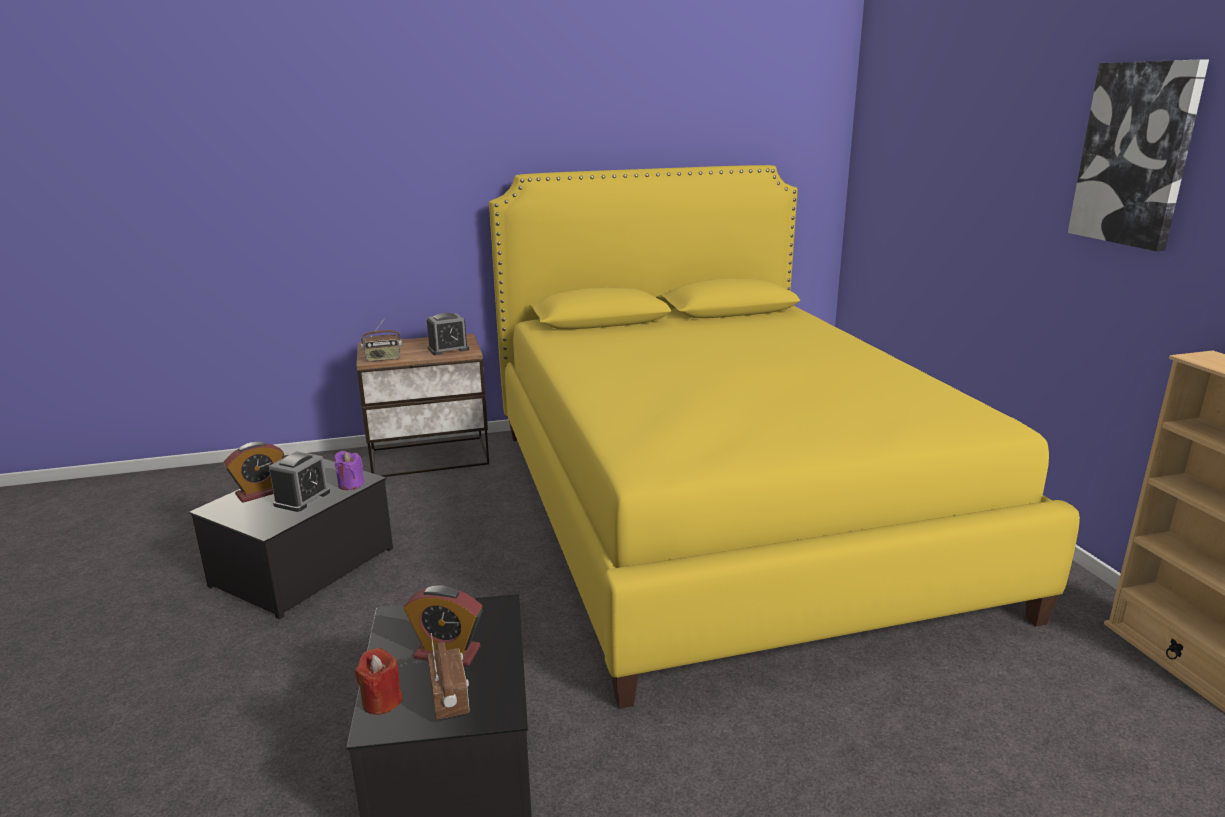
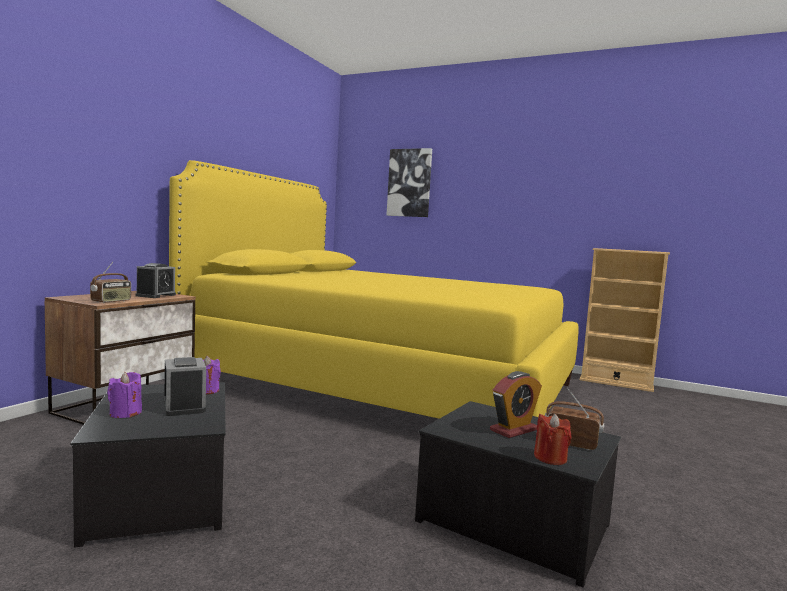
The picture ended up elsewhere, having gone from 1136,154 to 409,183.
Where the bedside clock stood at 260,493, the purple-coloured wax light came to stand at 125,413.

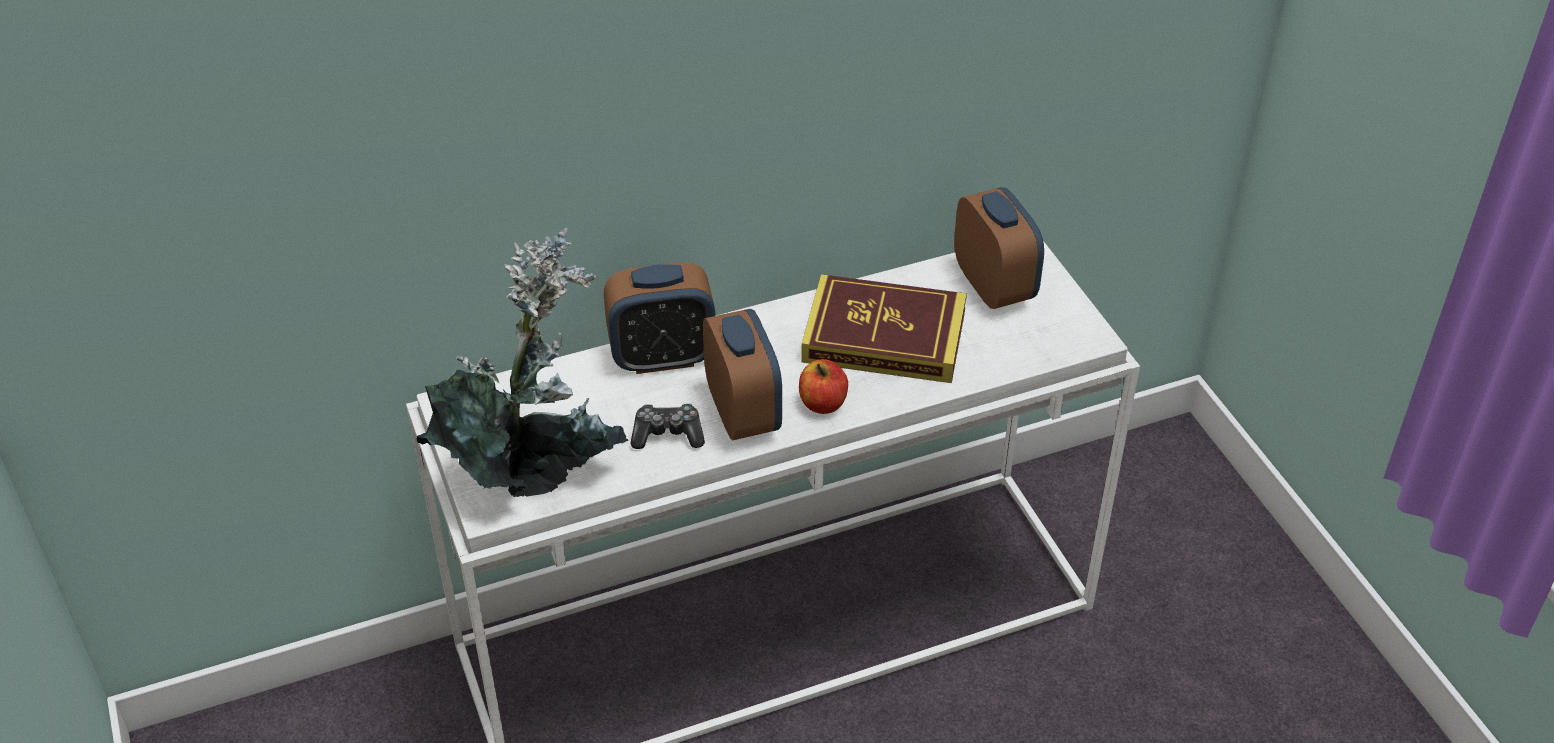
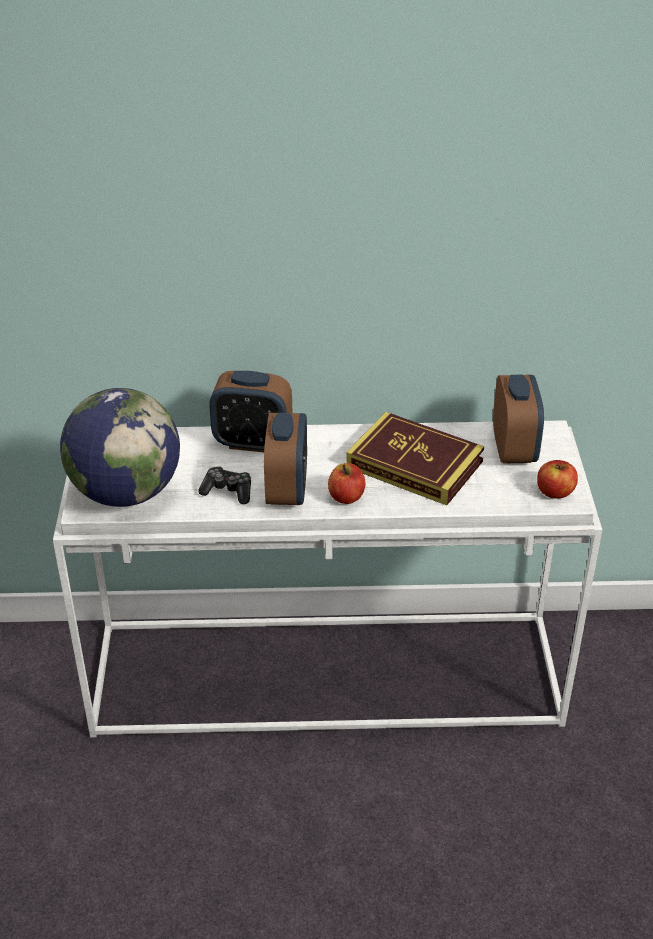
The second view gained the whole apple at 555,492.
Where the potted plant stood at 533,471, the desk globe came to stand at 126,492.

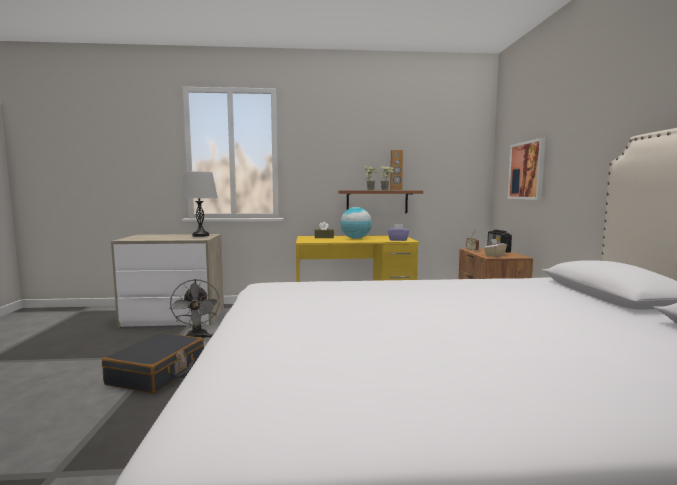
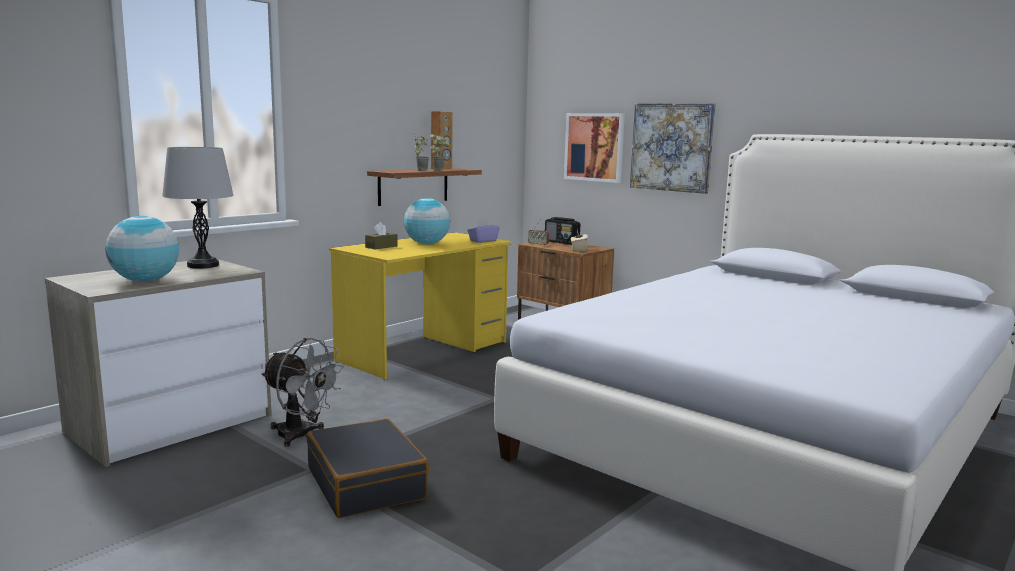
The second view gained the desk globe at 146,281.
The second view gained the picture at 671,147.

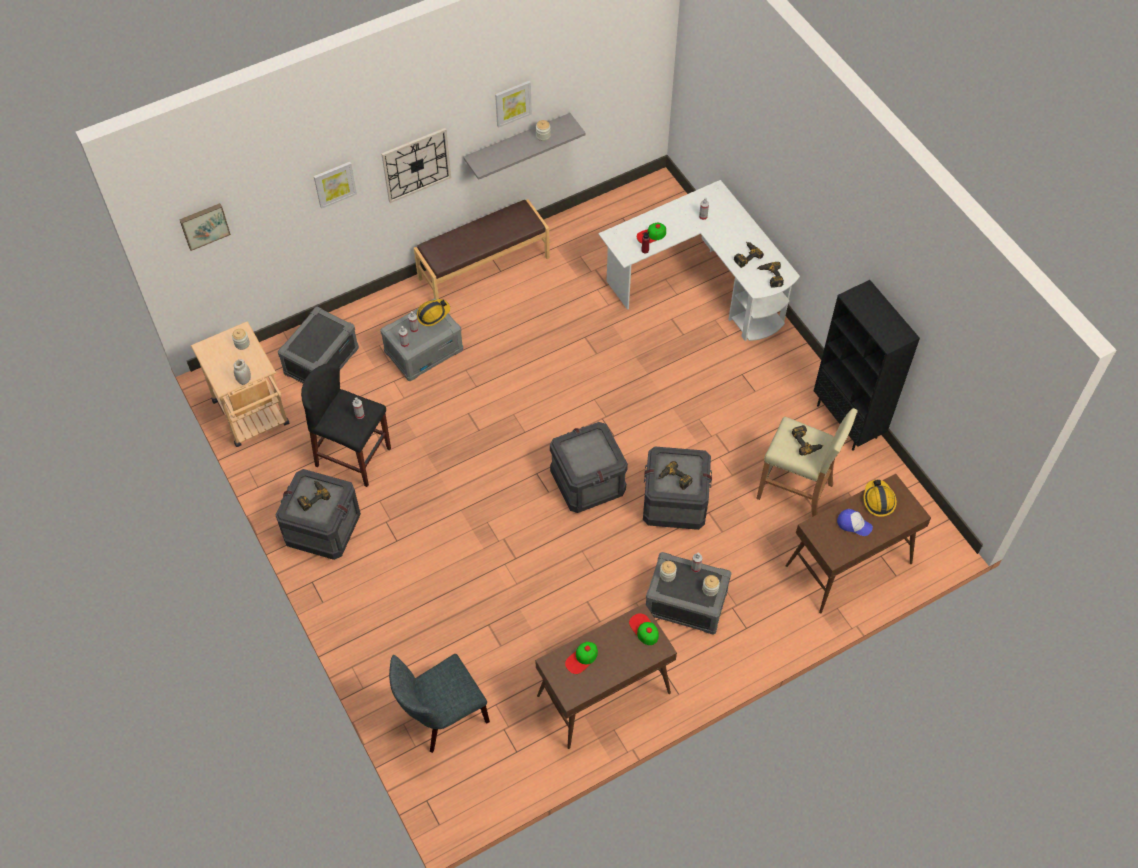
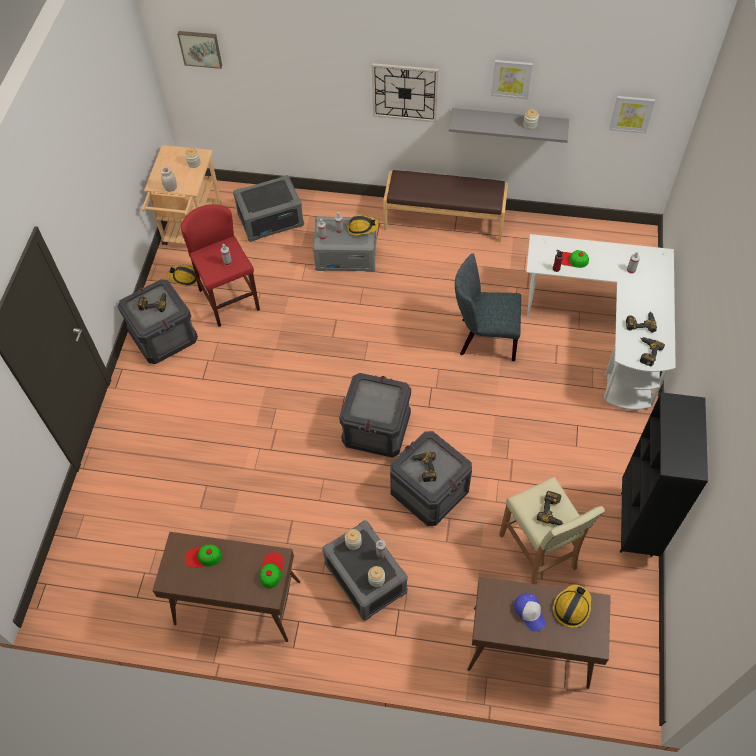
The second view gained the work helmet at 184,277.
The picture ended up elsewhere, having gone from 334,184 to 631,114.
The greyish chair ended up elsewhere, having gone from 441,717 to 483,338.
What was the blackish stool at 353,457 turned into the red stool at 229,300.

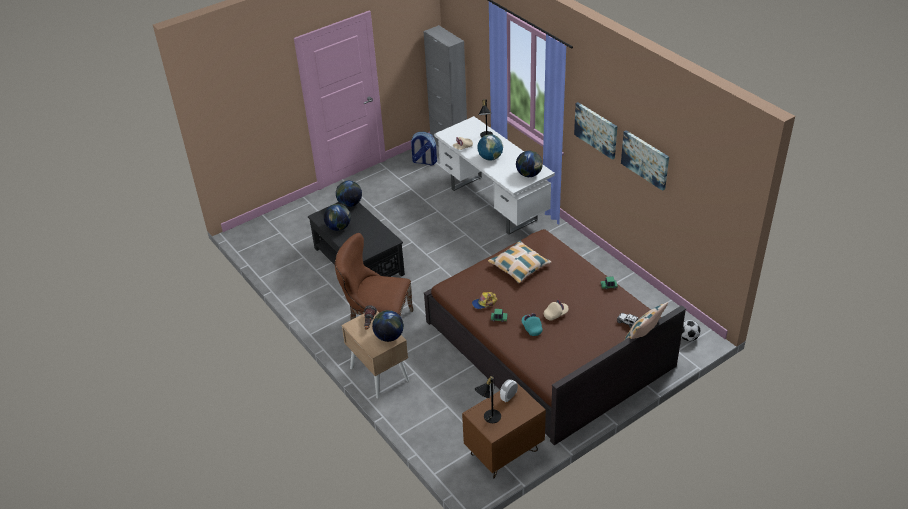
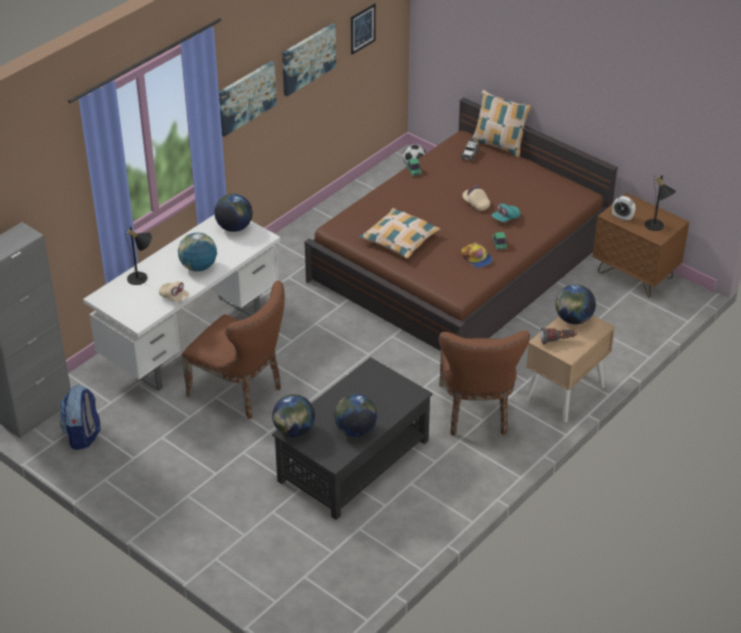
The second view gained the brown chair at 241,391.
The second view gained the picture at 362,28.

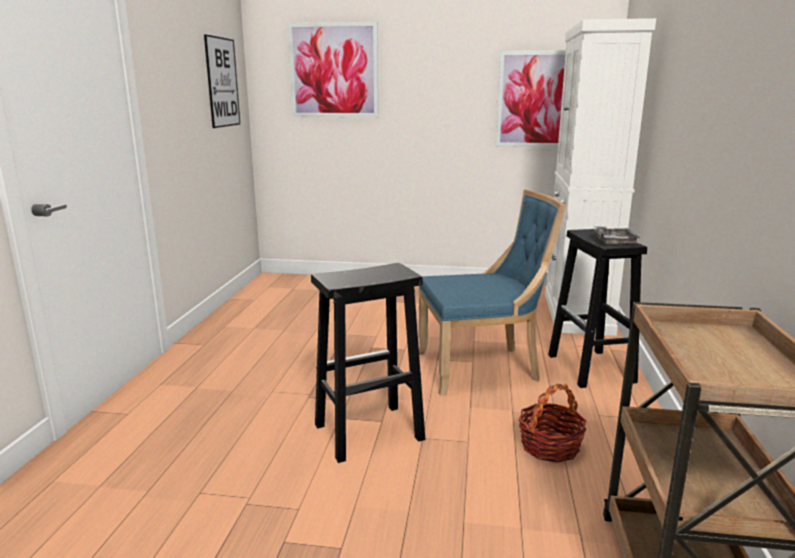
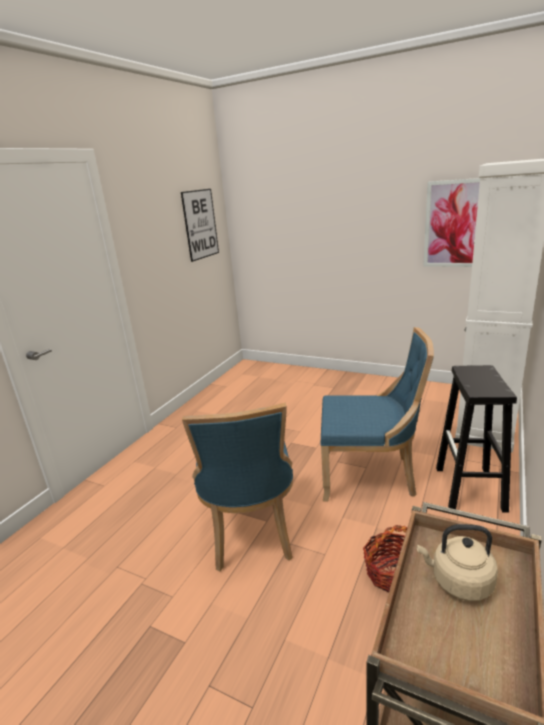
The second view lost the picture at 333,70.
The second view lost the greyish carrying tray at 613,241.
The second view gained the beige tea kettle at 458,582.
Where the blackish stool stood at 367,433, the bluish chair came to stand at 251,531.

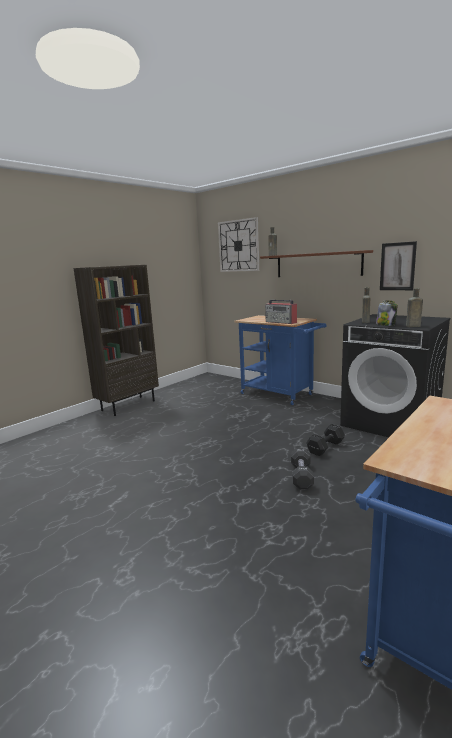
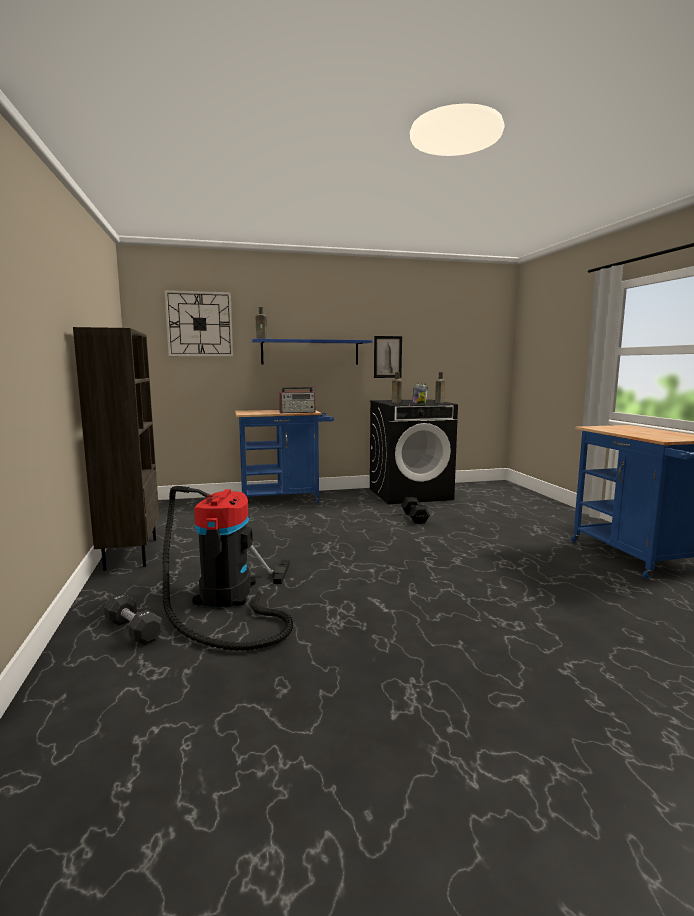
The second view gained the hoover at 225,597.
The blackish hand weight ended up elsewhere, having gone from 301,476 to 133,630.
What was the brown shelf at 317,264 turned into the bluish shelf at 310,352.

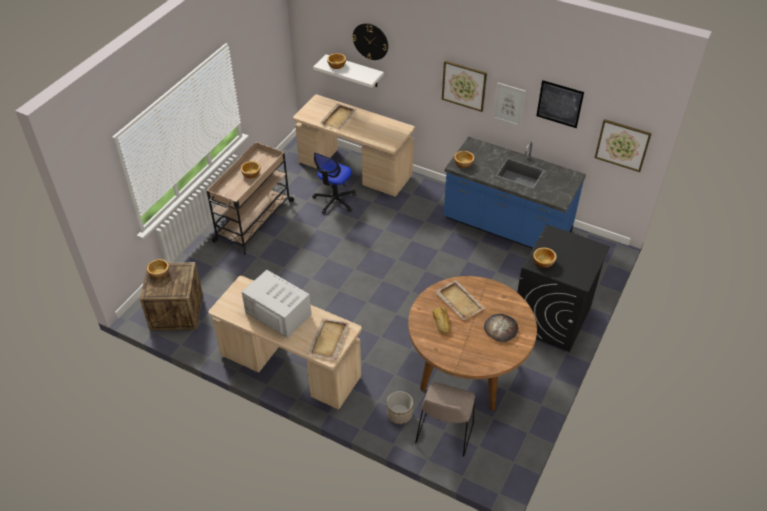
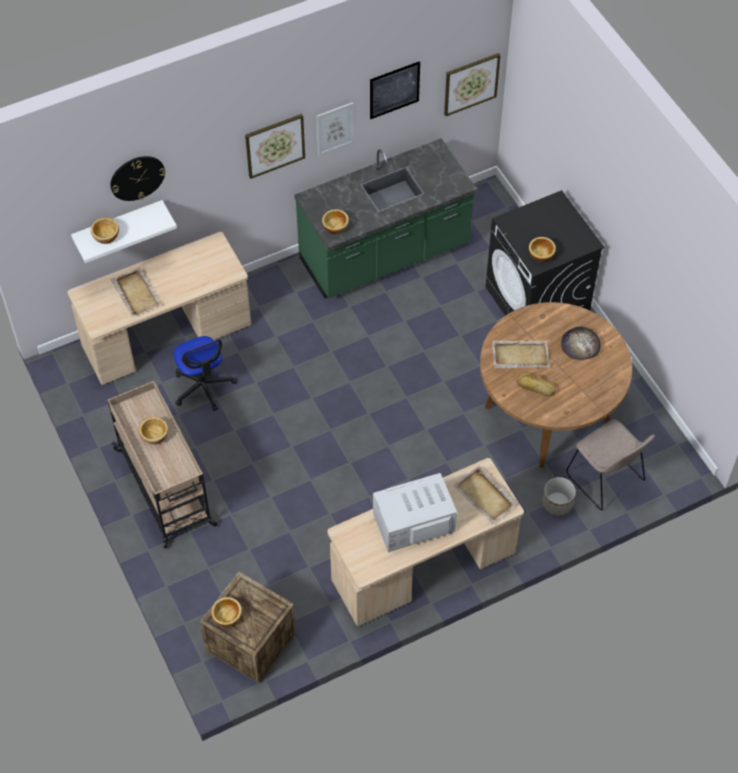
What was the bluish counter at 506,226 turned into the greenish counter at 385,254.

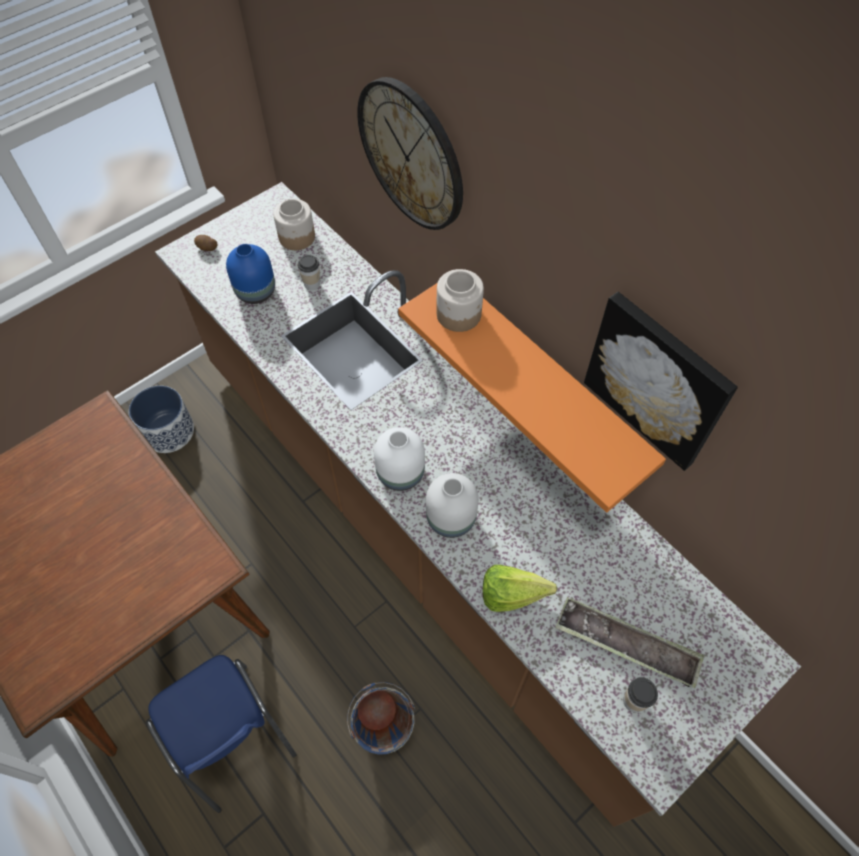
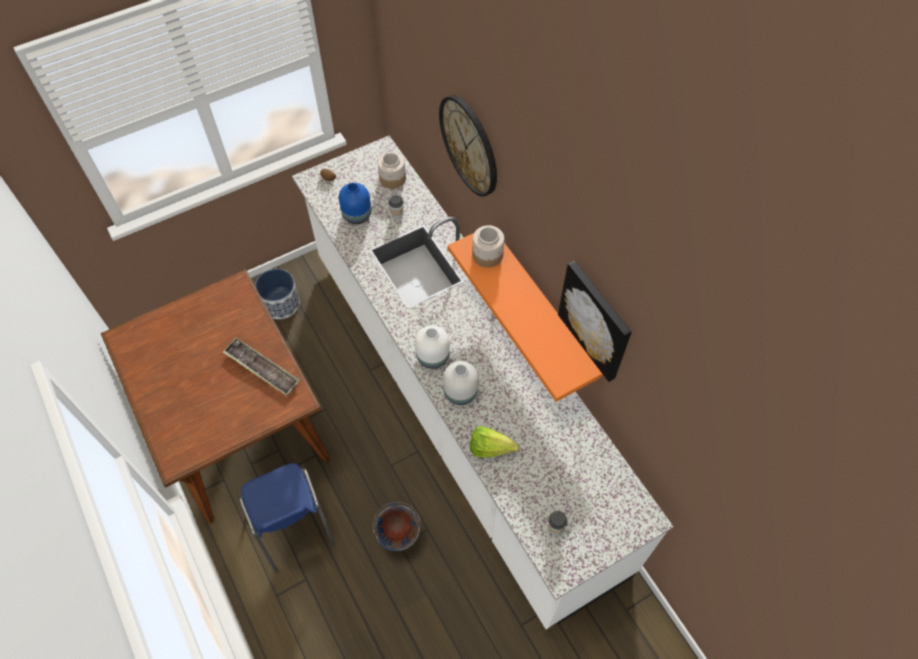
The carrying tray ended up elsewhere, having gone from 626,645 to 262,369.
What was the brown counter at 429,530 turned into the white-coloured counter at 458,405.

